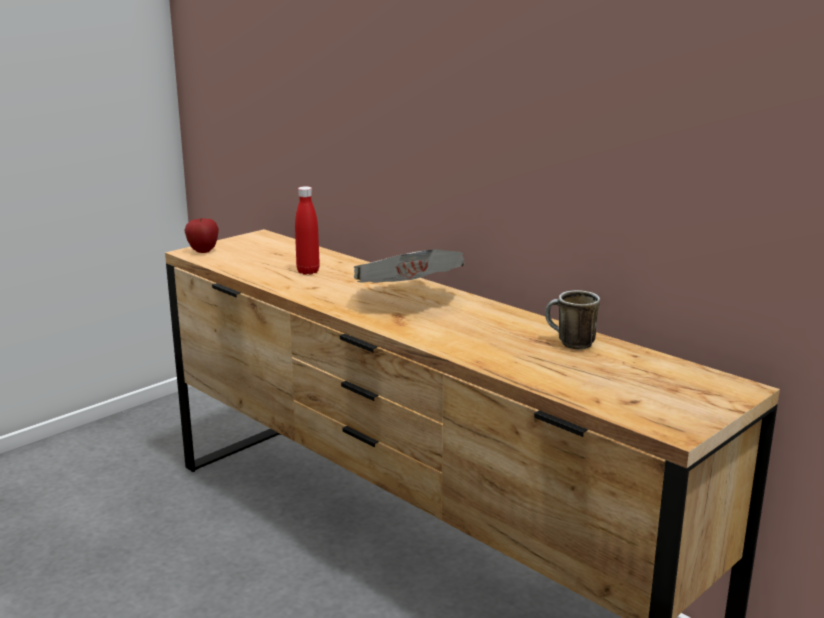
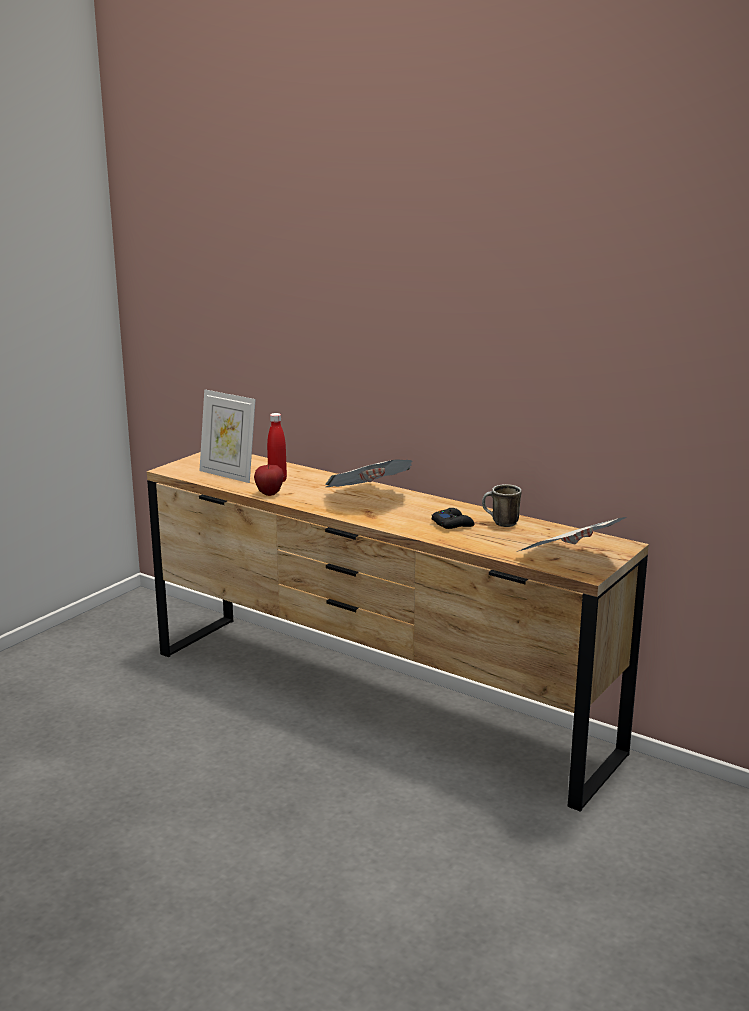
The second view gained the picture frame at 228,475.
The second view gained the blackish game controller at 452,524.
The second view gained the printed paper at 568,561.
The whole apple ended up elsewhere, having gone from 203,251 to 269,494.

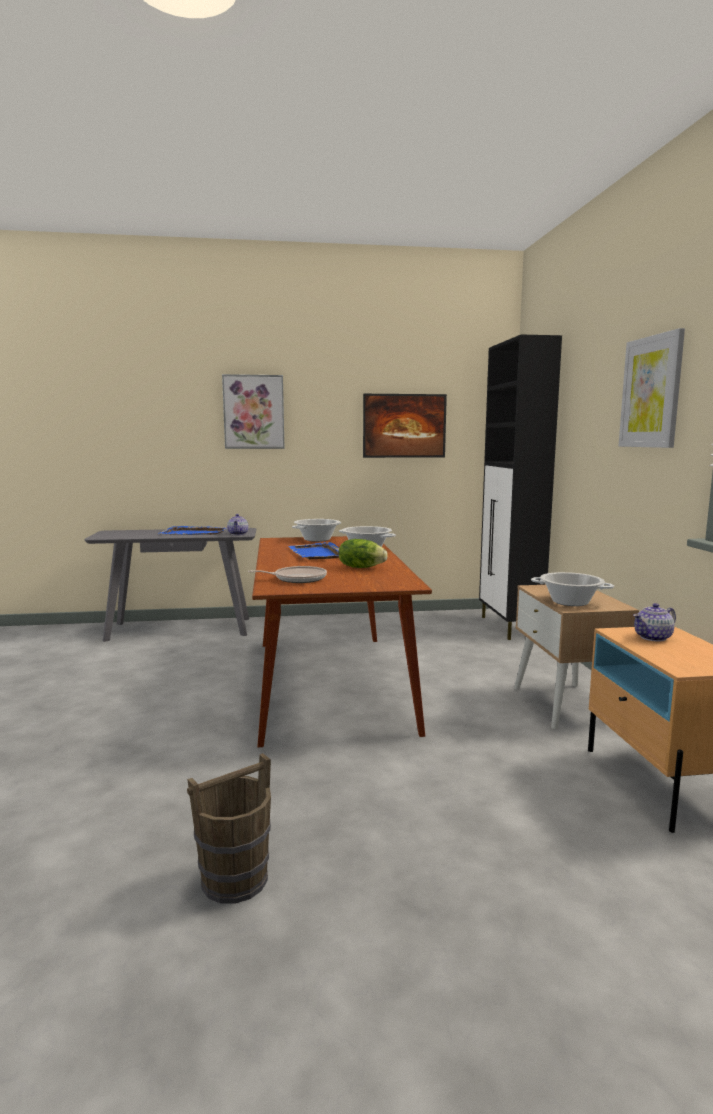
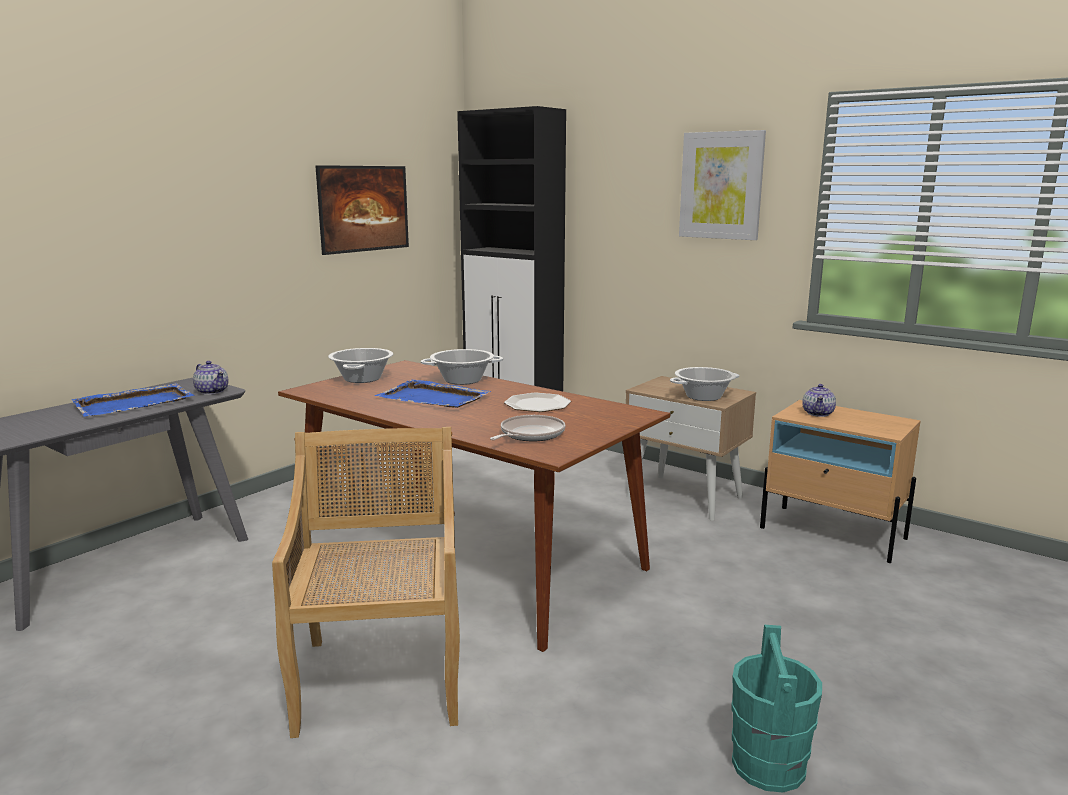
The second view lost the picture at 253,412.
The second view gained the beige chair at 381,678.
Where the lettuce stood at 361,567, the plate came to stand at 537,404.
What was the brown water bucket at 235,879 turned into the turquoise-coloured water bucket at 768,764.

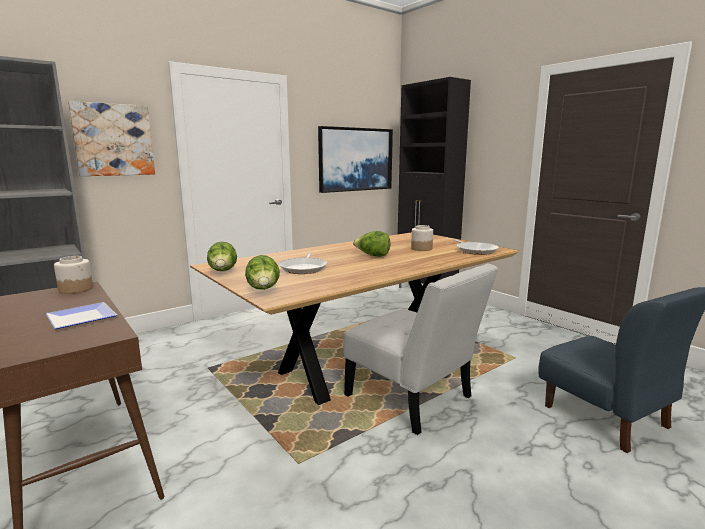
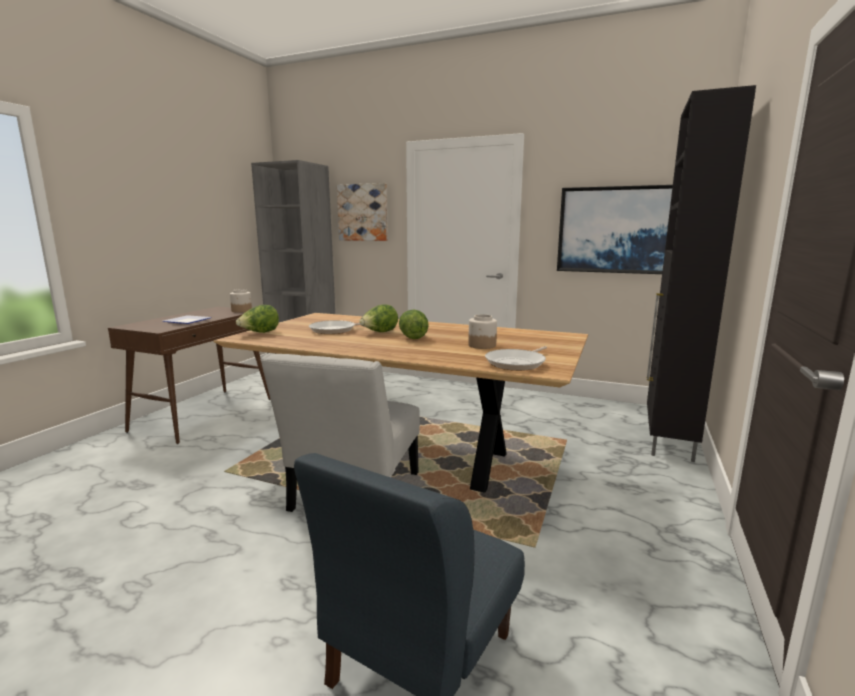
The lettuce ended up elsewhere, having gone from 223,272 to 379,332.

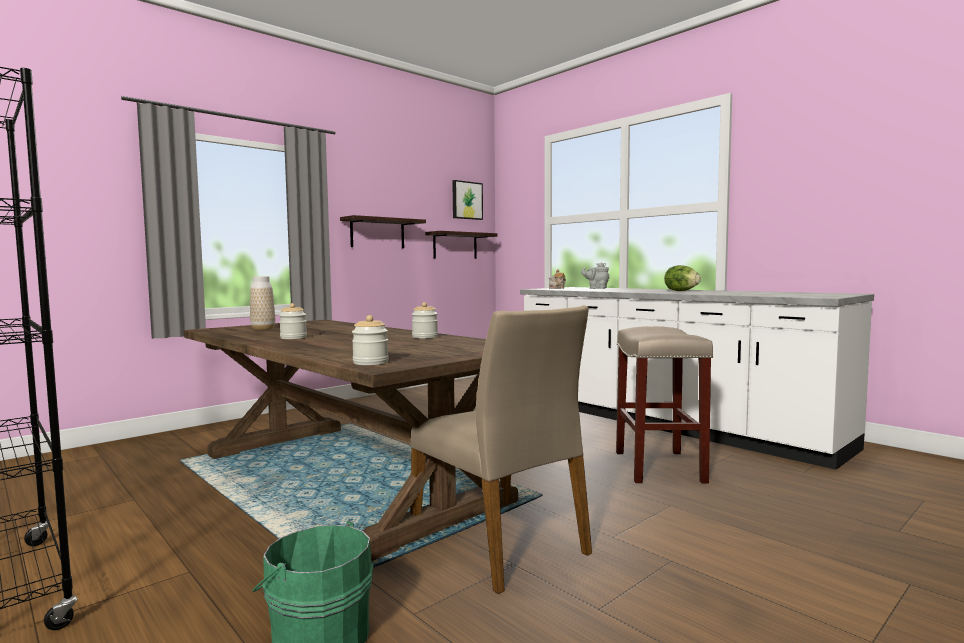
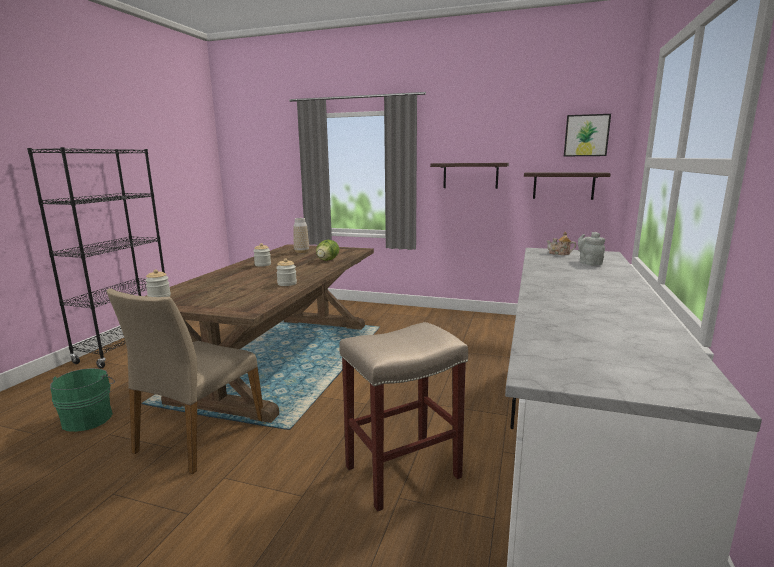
The lettuce ended up elsewhere, having gone from 681,291 to 327,260.

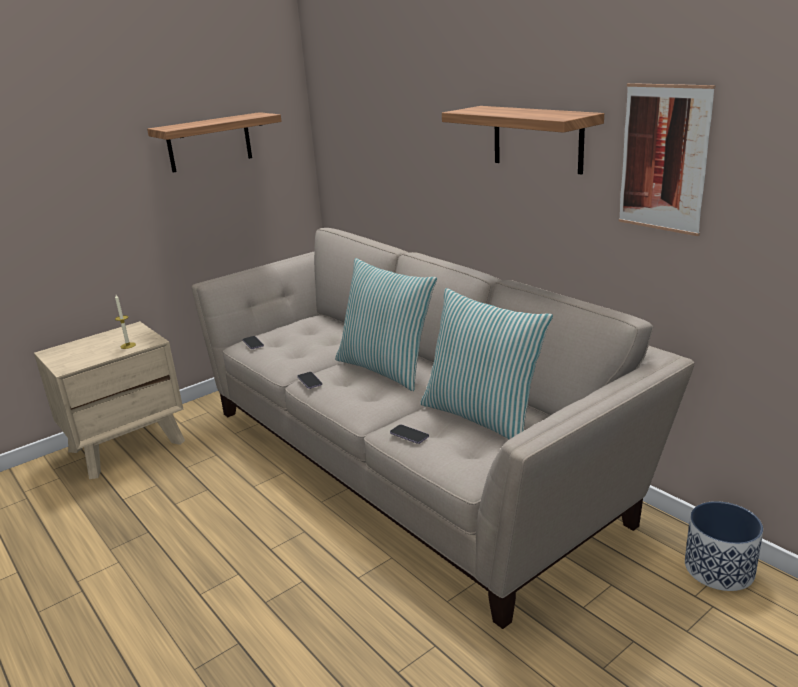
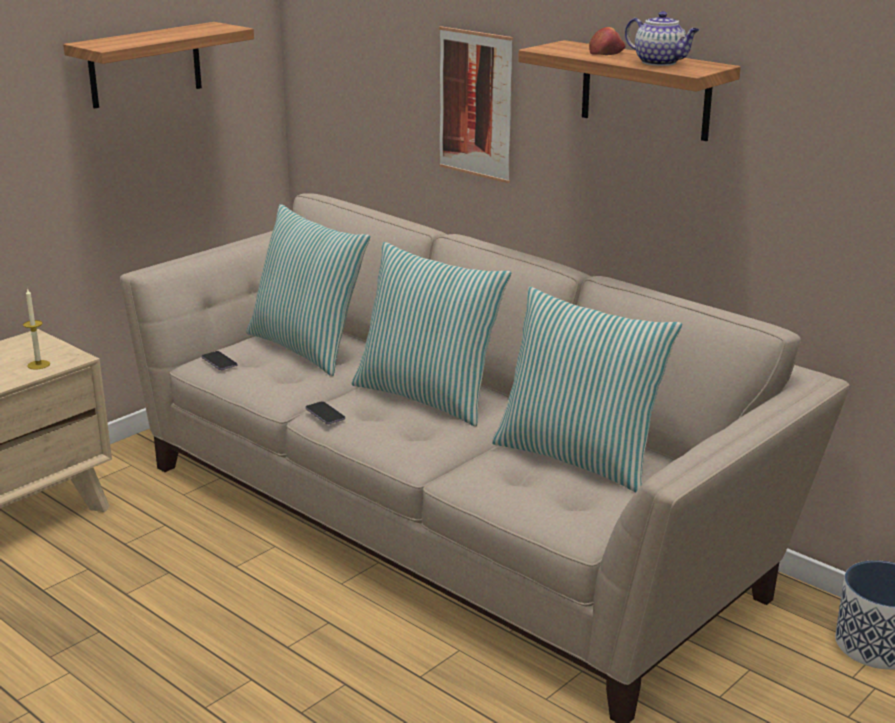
The second view lost the handset at 409,435.
The second view gained the pillow at 308,348.
The second view gained the whole apple at 607,53.
The second view gained the tea pot at 660,63.
The picture ended up elsewhere, having gone from 663,158 to 475,104.

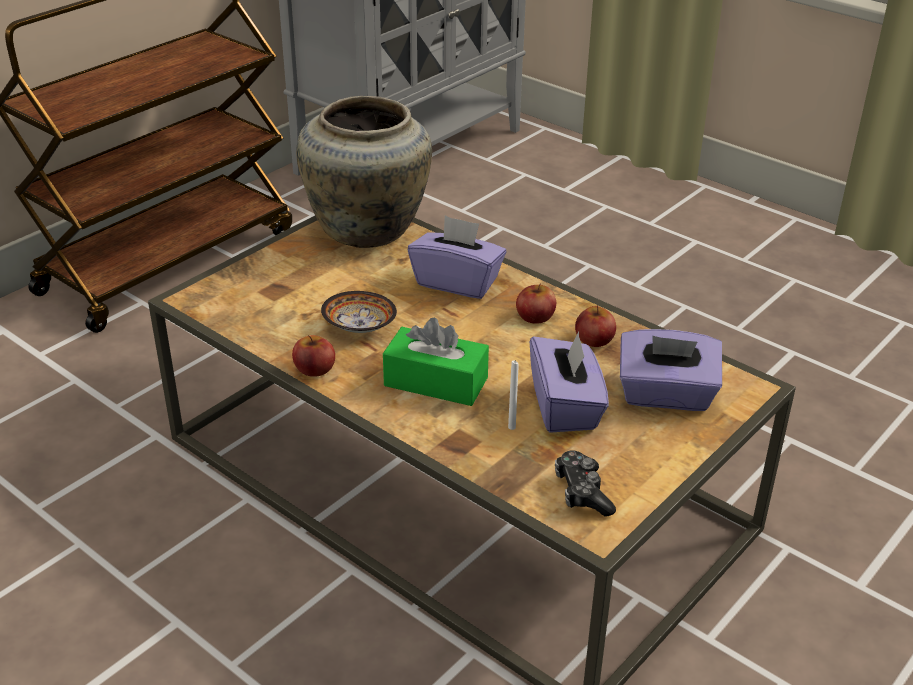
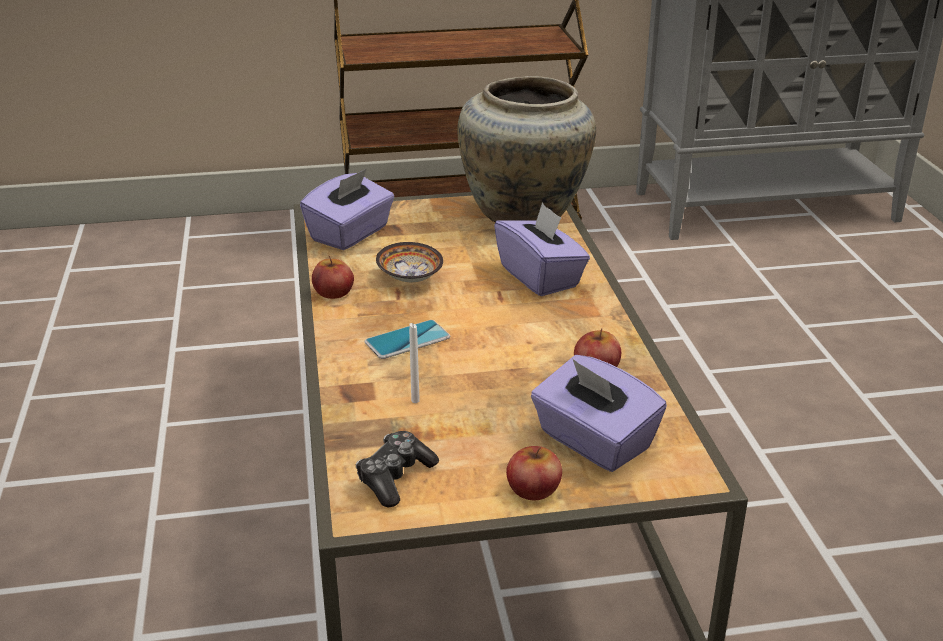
The whole apple ended up elsewhere, having gone from 535,316 to 533,488.
The purple-coloured tissue holder ended up elsewhere, having gone from 565,407 to 350,234.
Where the greenish tissue holder stood at 436,382, the handset came to stand at 407,340.

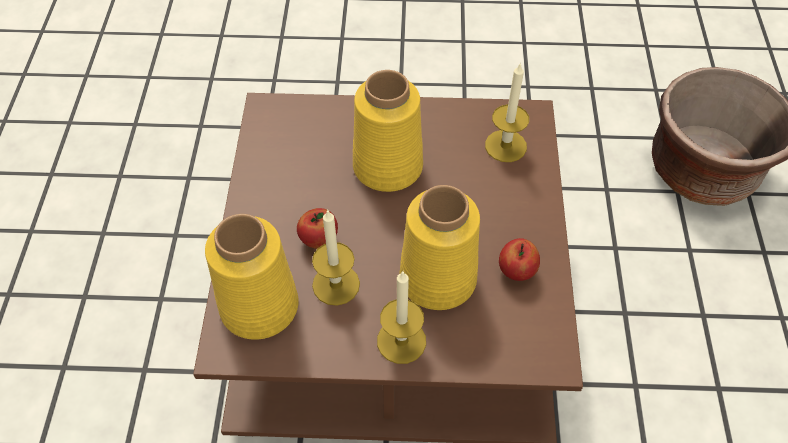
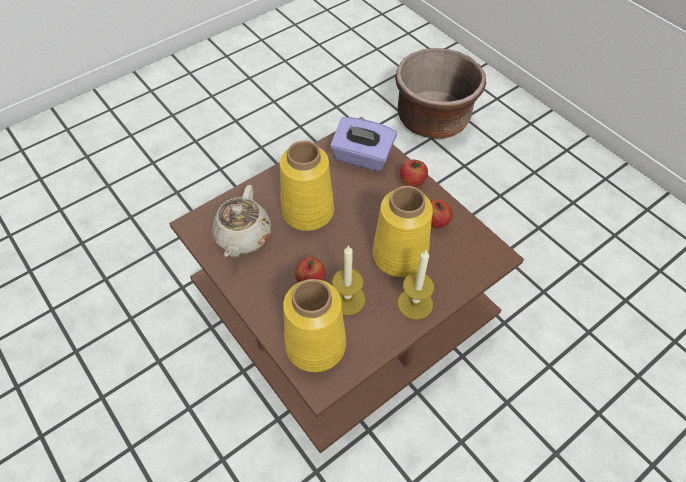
The second view gained the beige tea pot at 243,237.
The second view gained the whole apple at 412,182.
Where the wax light stood at 505,146, the purple-coloured tissue holder came to stand at 362,157.

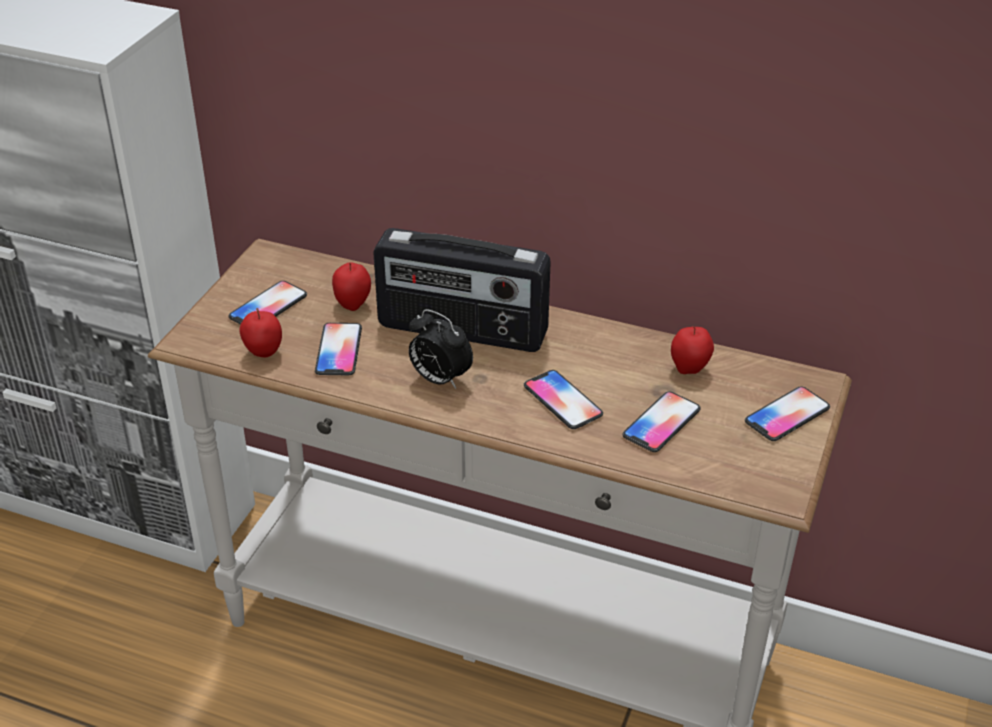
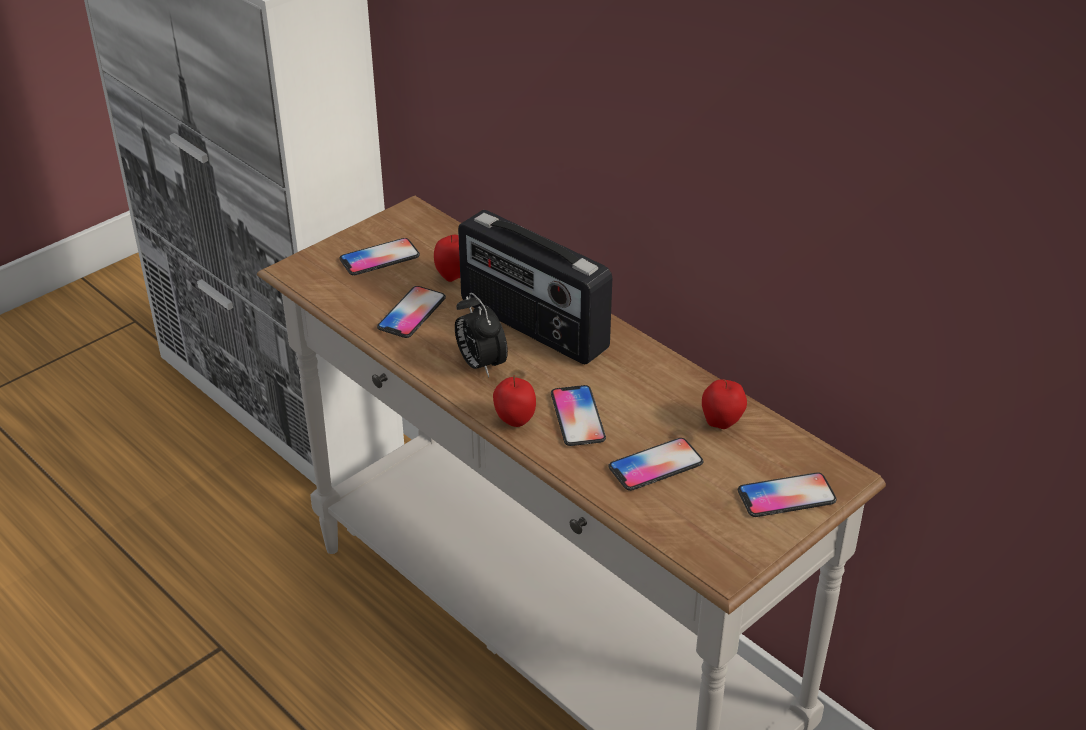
The whole apple ended up elsewhere, having gone from 263,353 to 515,421.

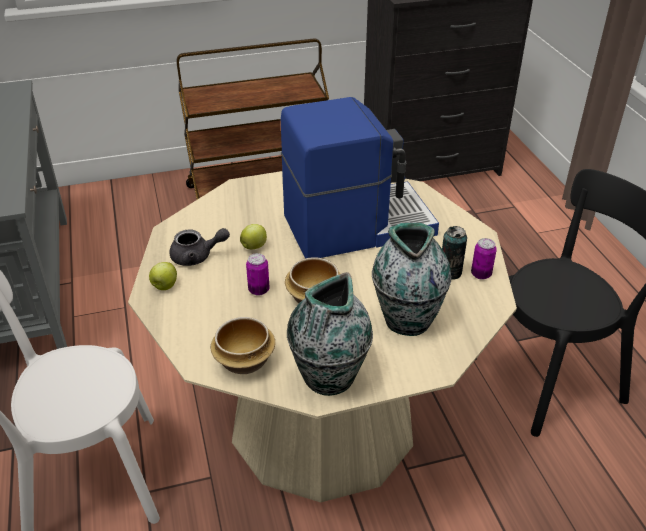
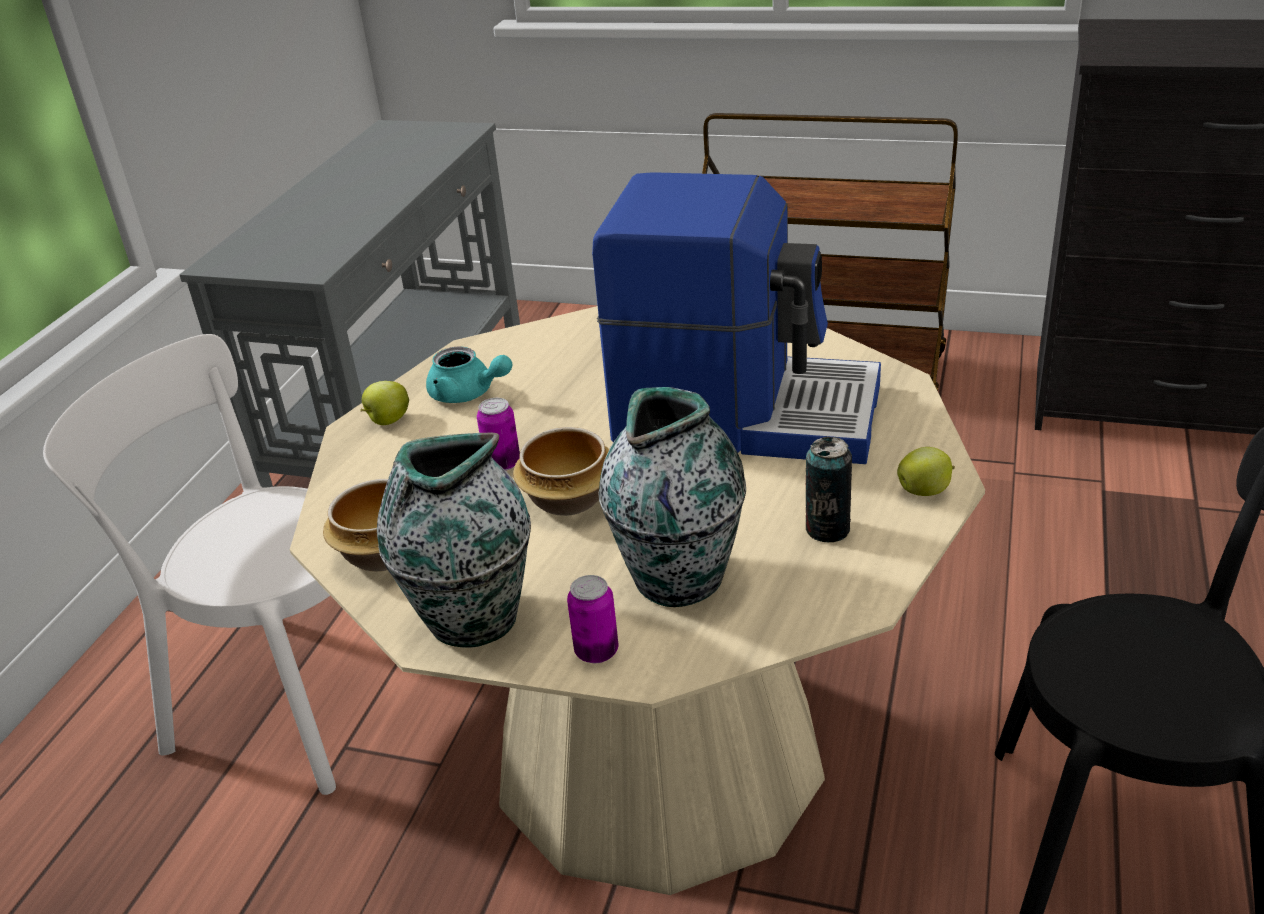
The whole apple ended up elsewhere, having gone from 254,246 to 925,492.
The can ended up elsewhere, having gone from 481,274 to 596,651.
What was the greyish tea pot at 197,257 turned into the turquoise-coloured tea pot at 468,394.

